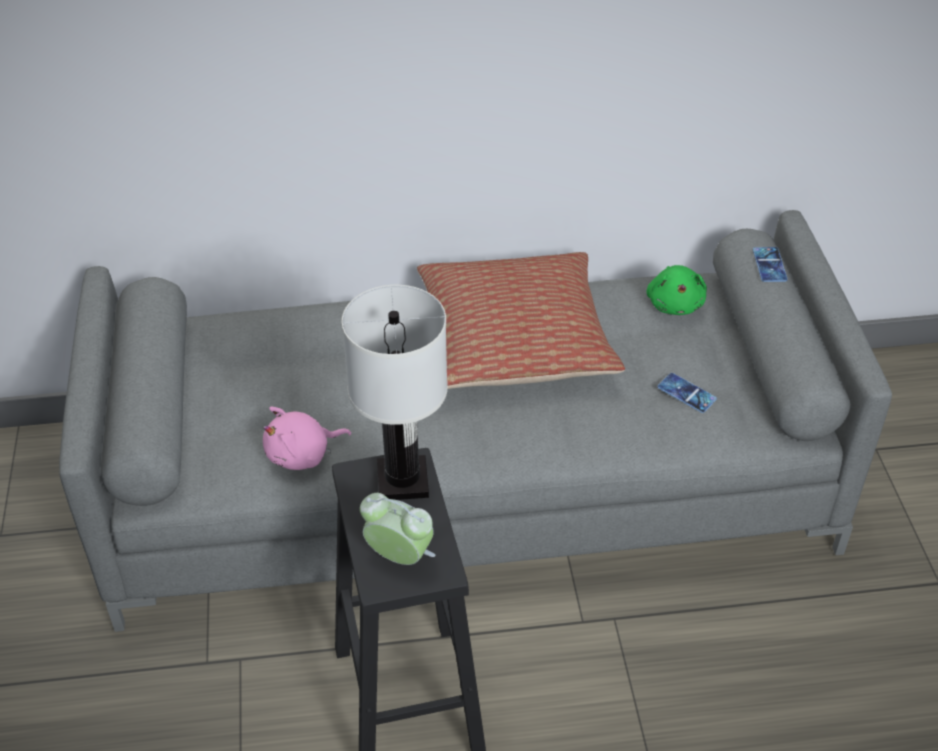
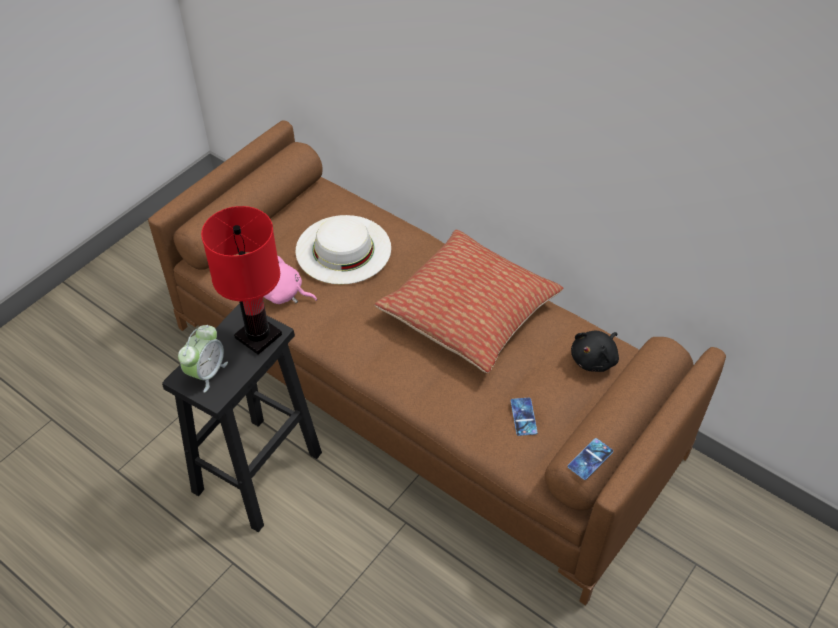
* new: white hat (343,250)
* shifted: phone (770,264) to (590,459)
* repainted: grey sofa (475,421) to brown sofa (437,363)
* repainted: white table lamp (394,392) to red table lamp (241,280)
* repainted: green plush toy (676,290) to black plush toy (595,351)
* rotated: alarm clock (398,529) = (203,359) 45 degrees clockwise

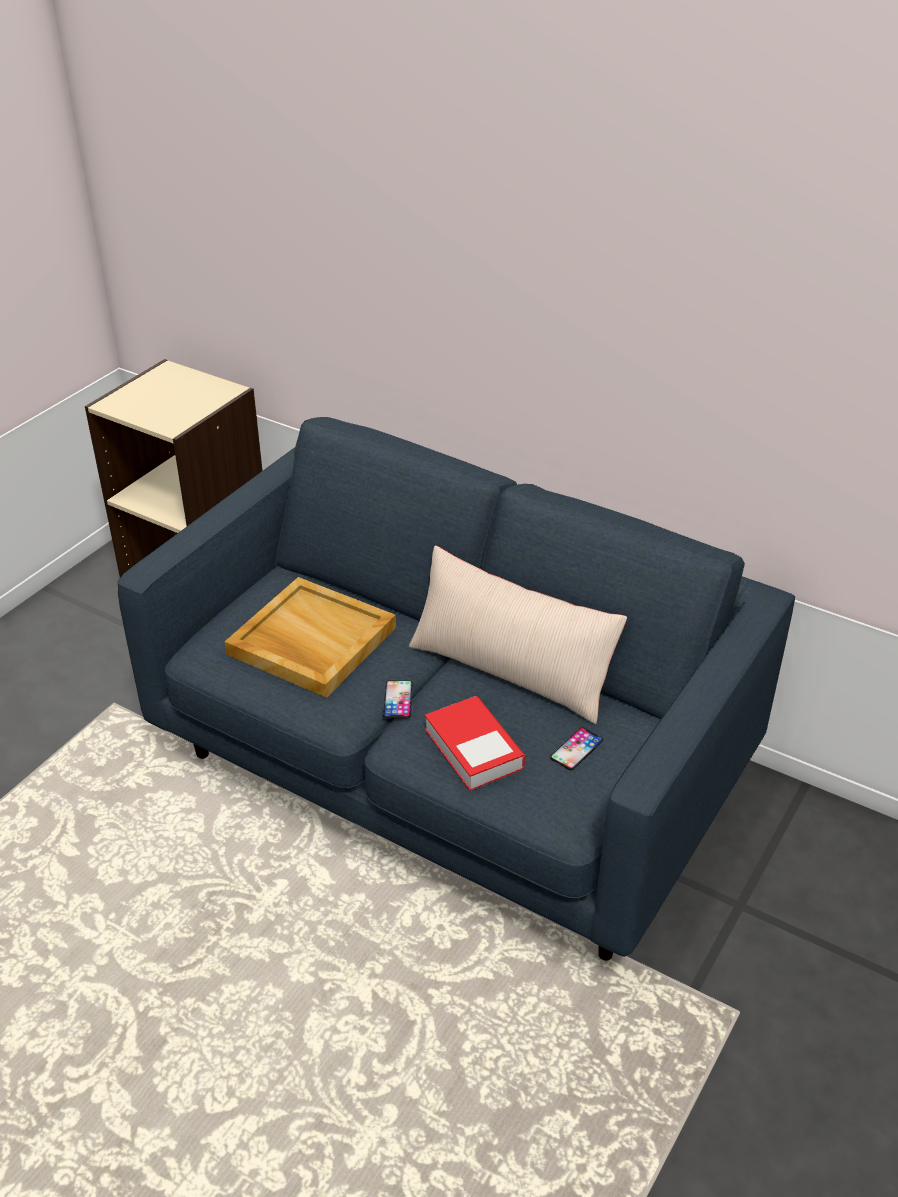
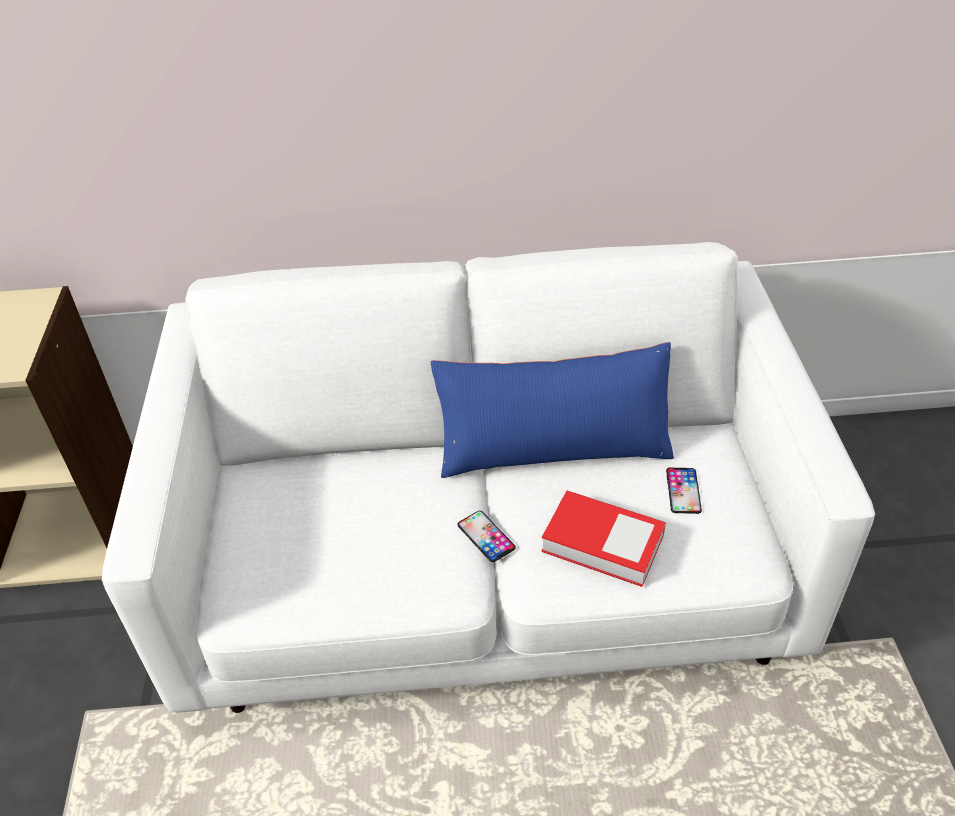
* gone: beige tray (310,637)
* repainted: blue sofa (456,689) to white sofa (488,477)
* repainted: beige pillow (518,635) to blue pillow (552,410)

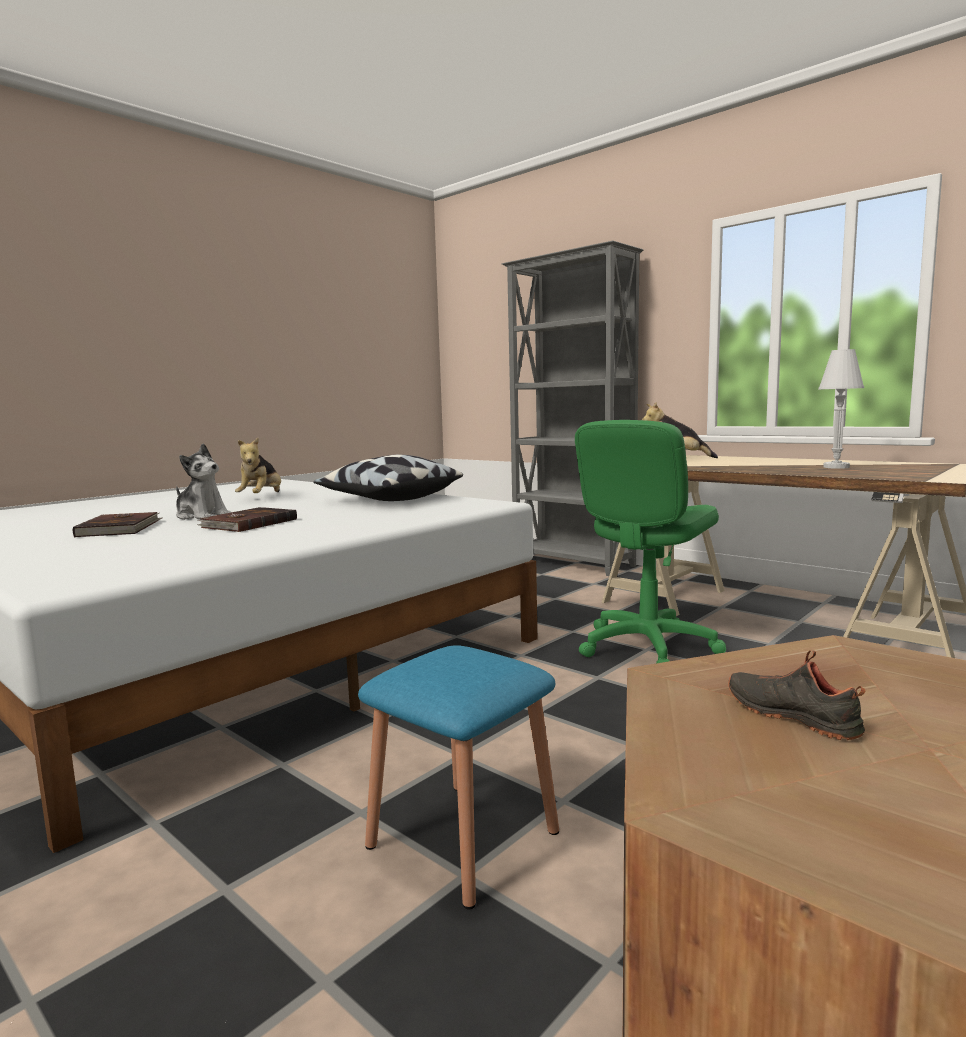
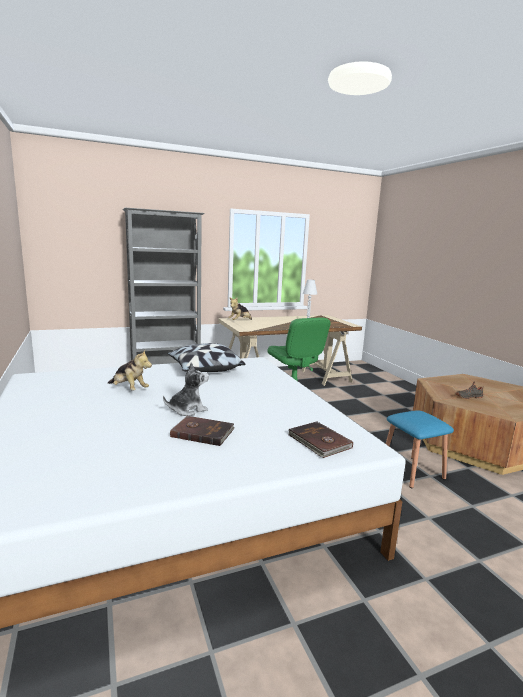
* shifted: brown book (247,519) to (320,439)

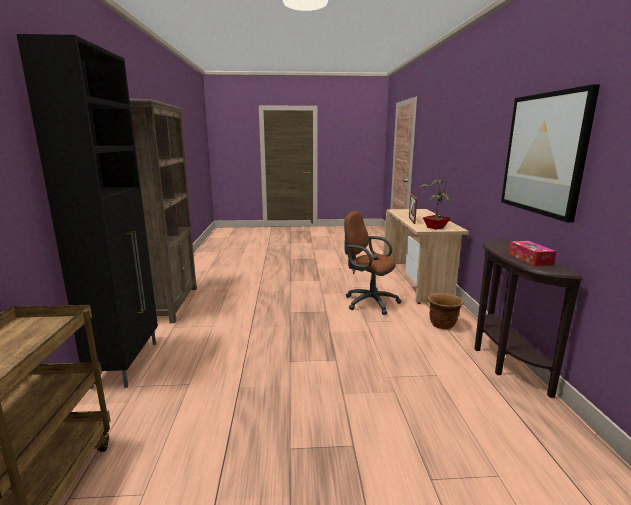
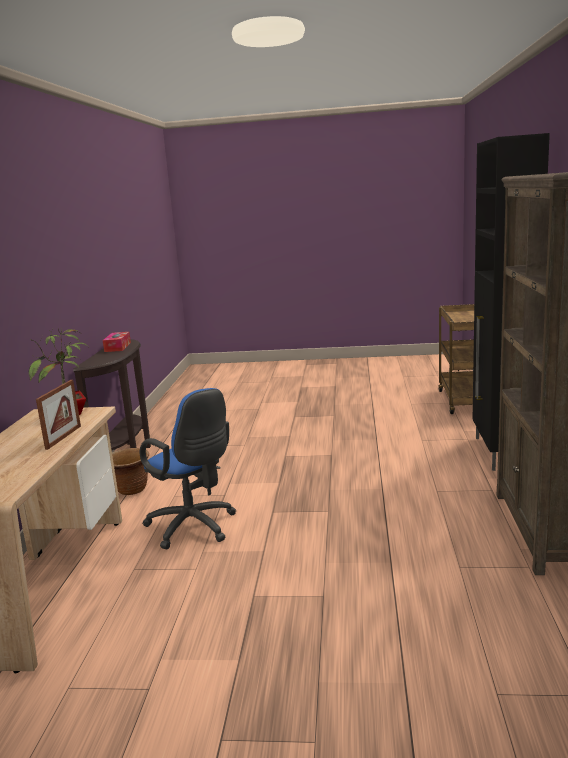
* gone: picture (550,153)
* repainted: brown office chair (373,263) to blue office chair (188,468)

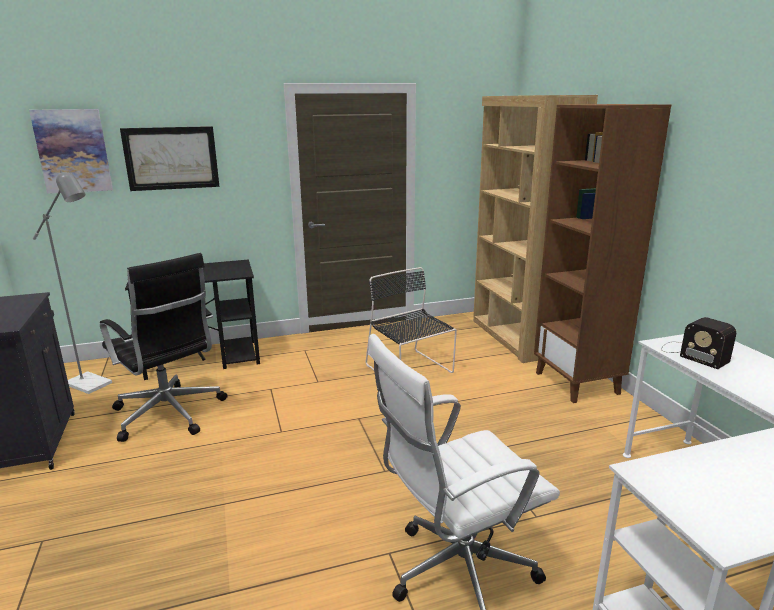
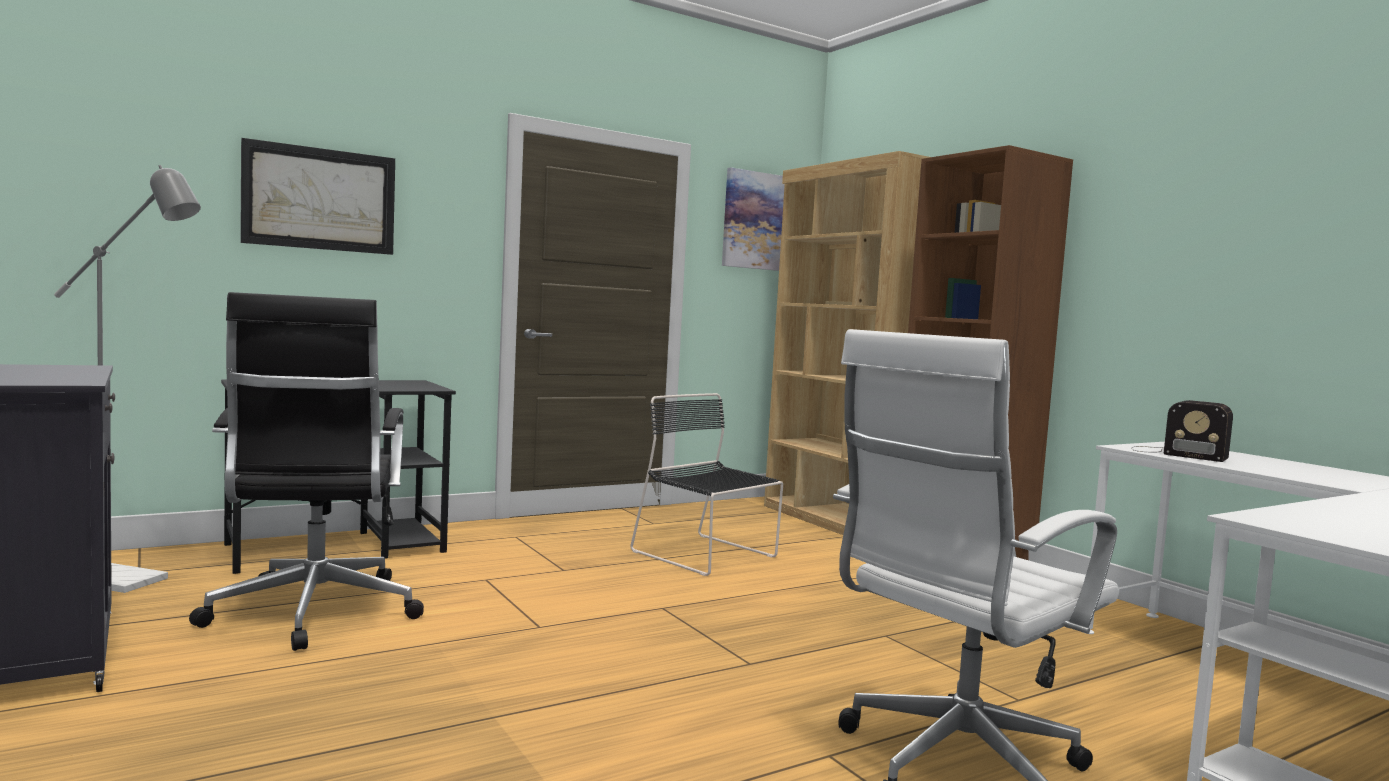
* shifted: picture (71,151) to (753,219)
* rotated: black office chair (163,347) = (306,471) 45 degrees clockwise

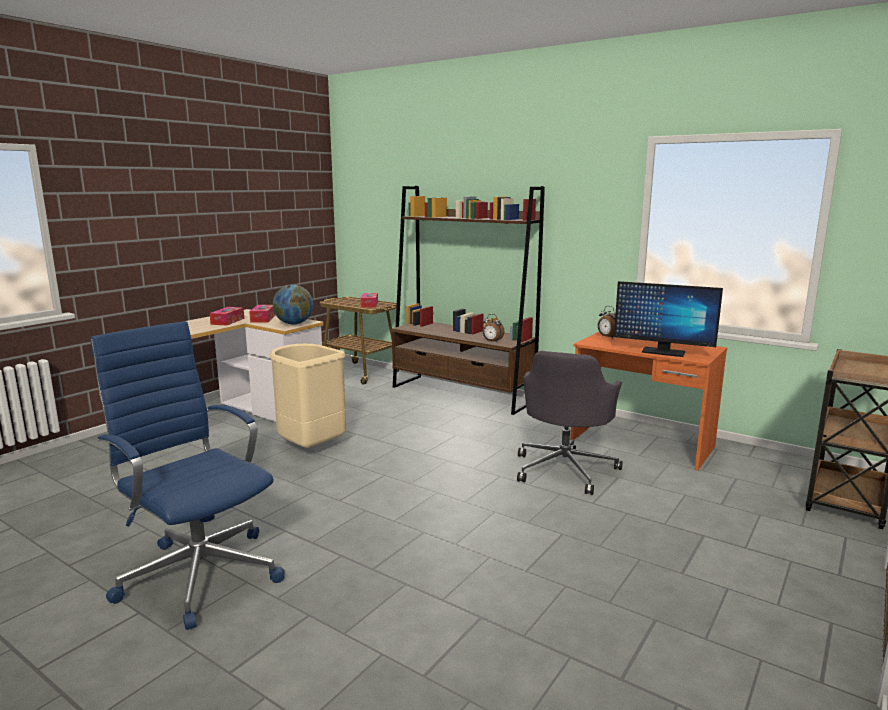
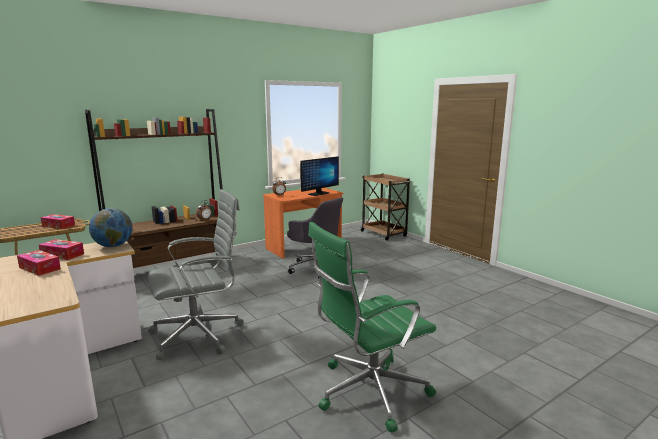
* swapped: beige trash can (307,396) to grey office chair (196,274)
* repainted: blue office chair (187,475) to green office chair (372,327)

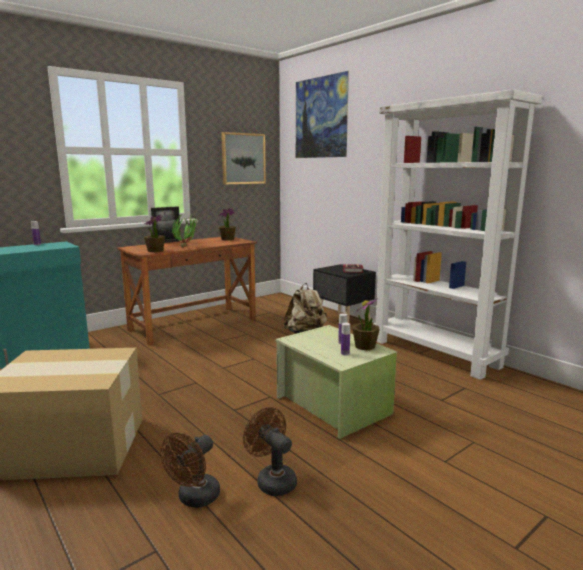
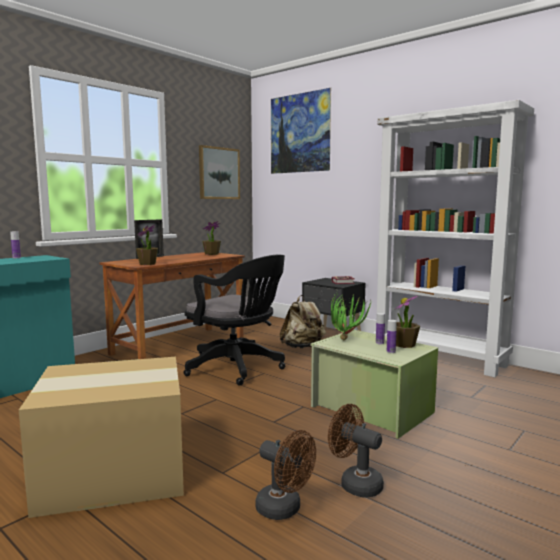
* new: black office chair (234,320)
* shifted: potted plant (184,230) to (351,317)
* rotated: brown fan (190,470) = (285,475) 75 degrees counterclockwise

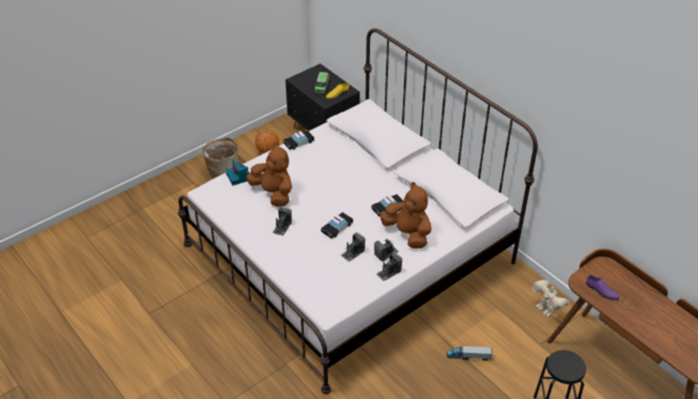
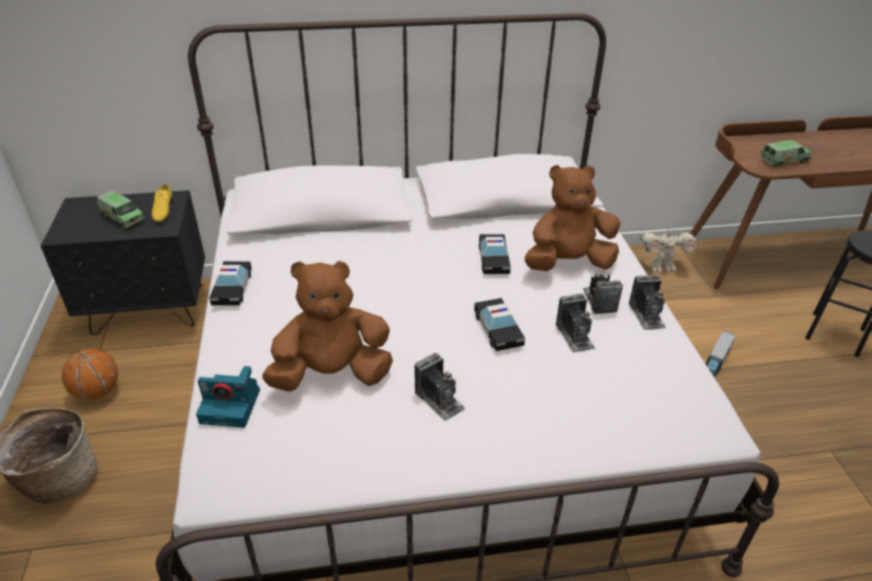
* swapped: purple shoe (603,287) to toy truck (786,153)

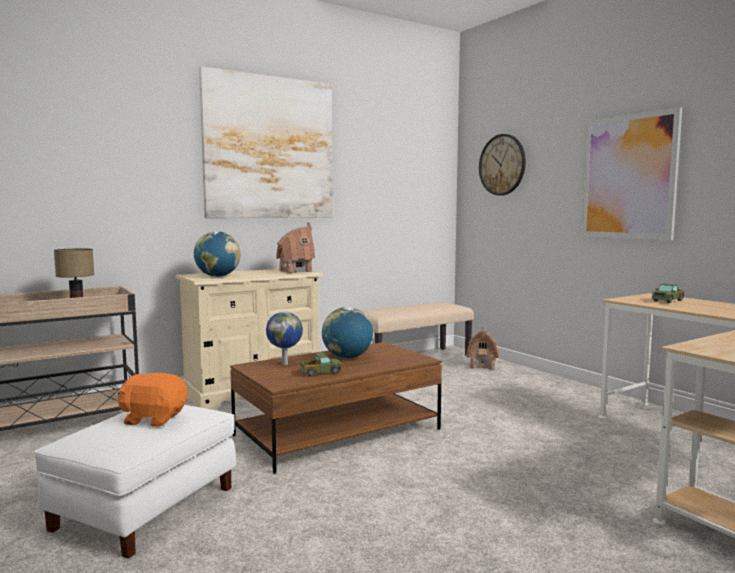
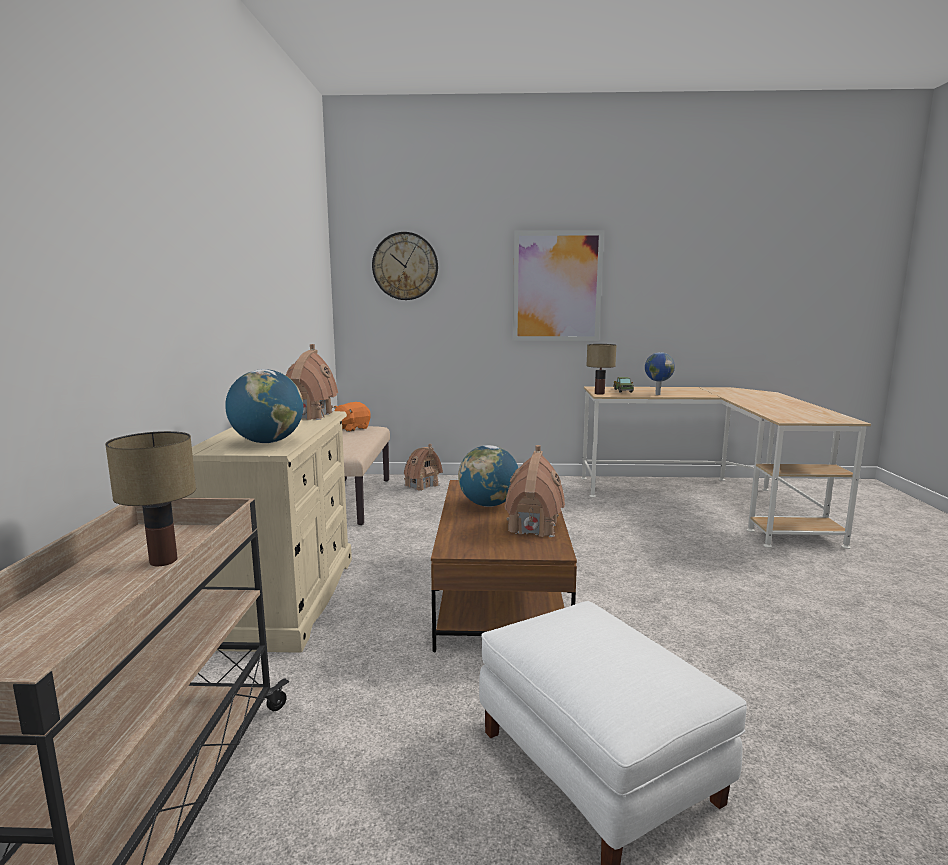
* gone: picture (266,142)
* new: table lamp (601,369)
* shifted: orange plush toy (152,400) to (352,417)
* shifted: globe (284,338) to (660,373)
* swapped: toy truck (320,364) to toy house (535,491)

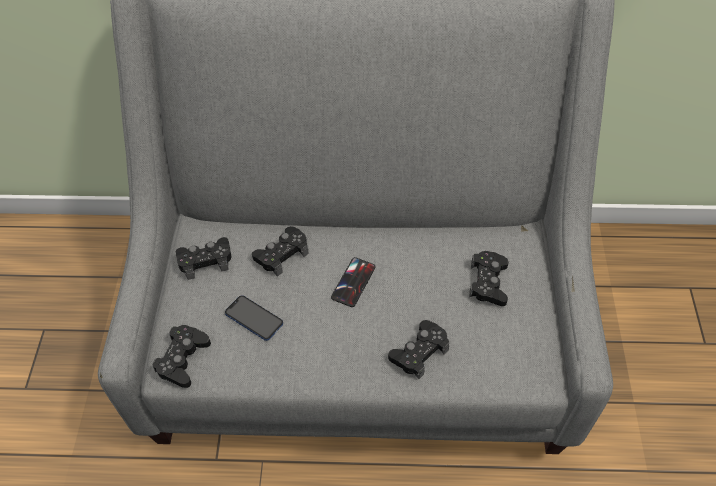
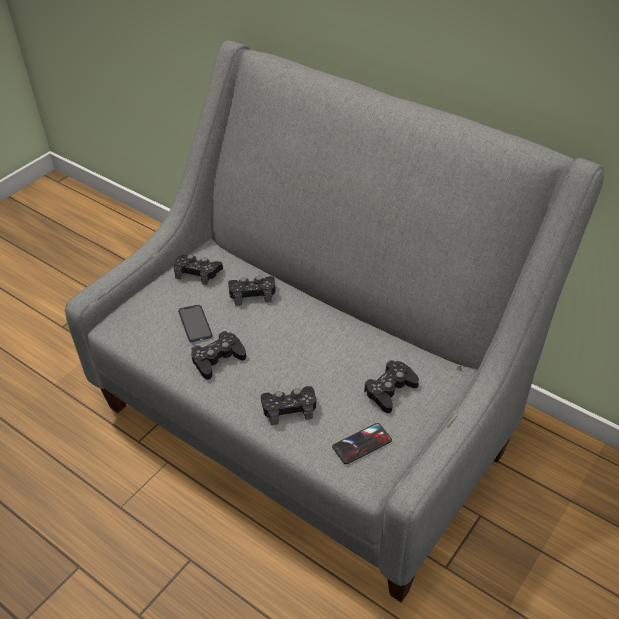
* shifted: black game controller (181,356) to (218,355)
* shifted: phone (353,282) to (362,443)

